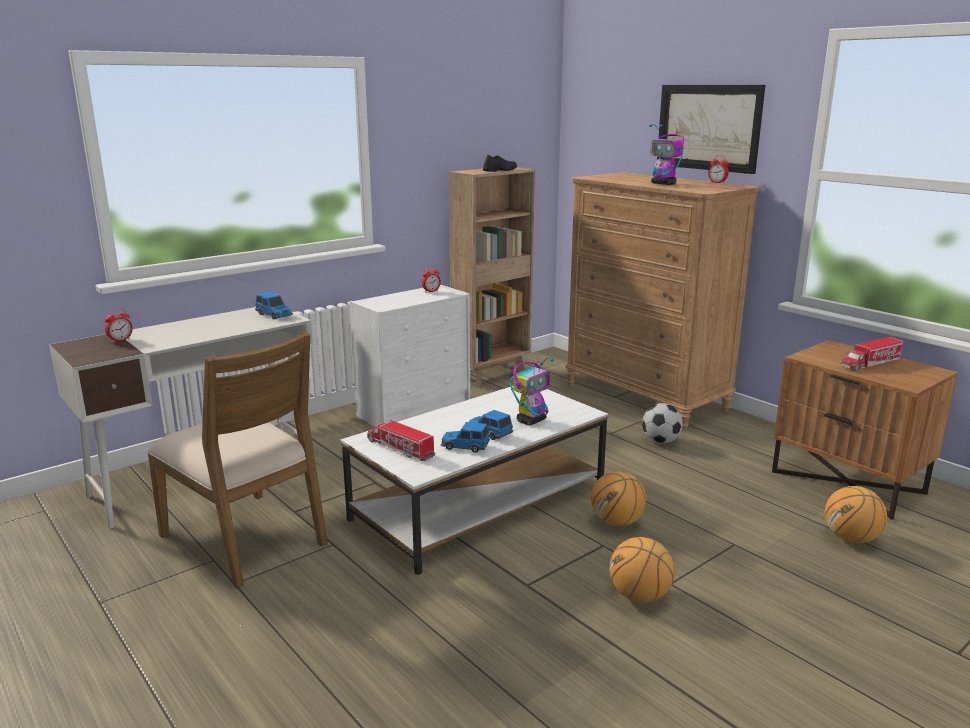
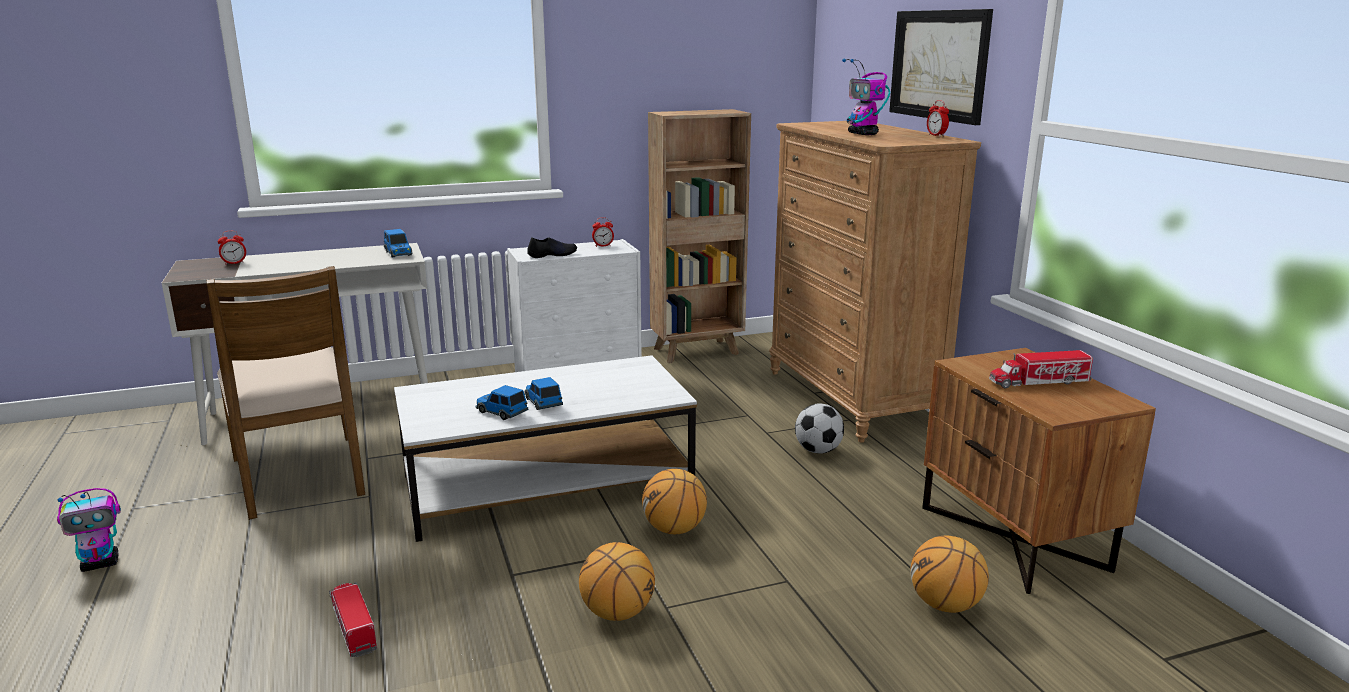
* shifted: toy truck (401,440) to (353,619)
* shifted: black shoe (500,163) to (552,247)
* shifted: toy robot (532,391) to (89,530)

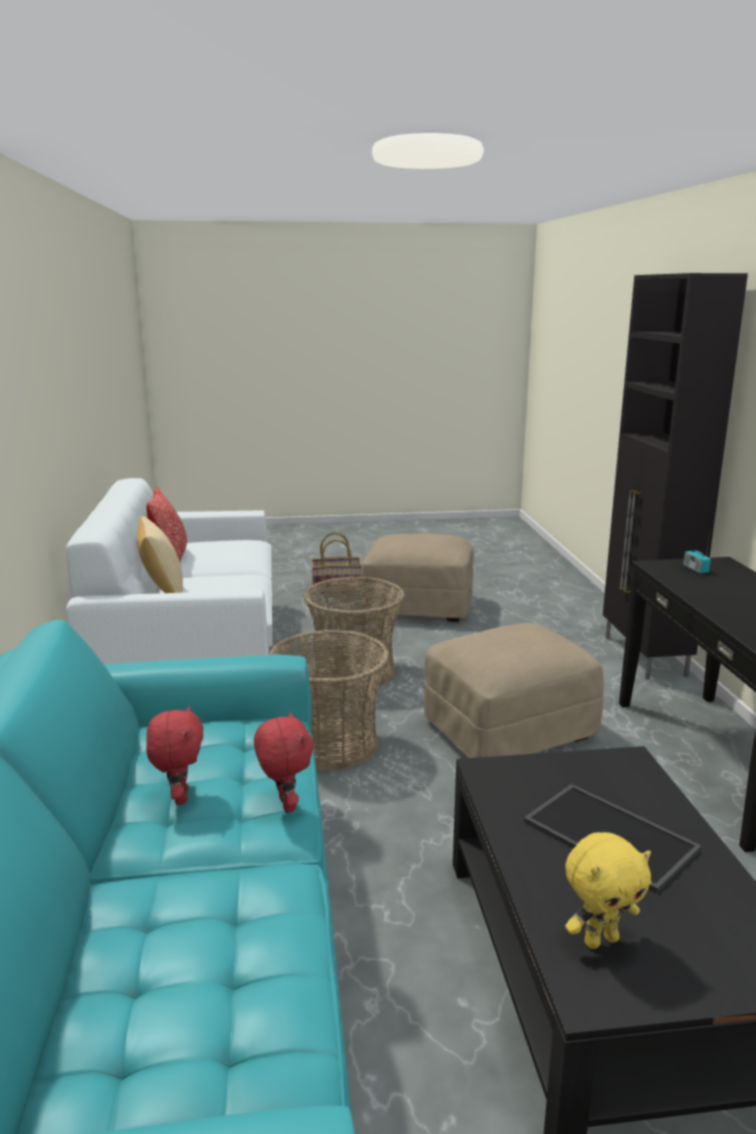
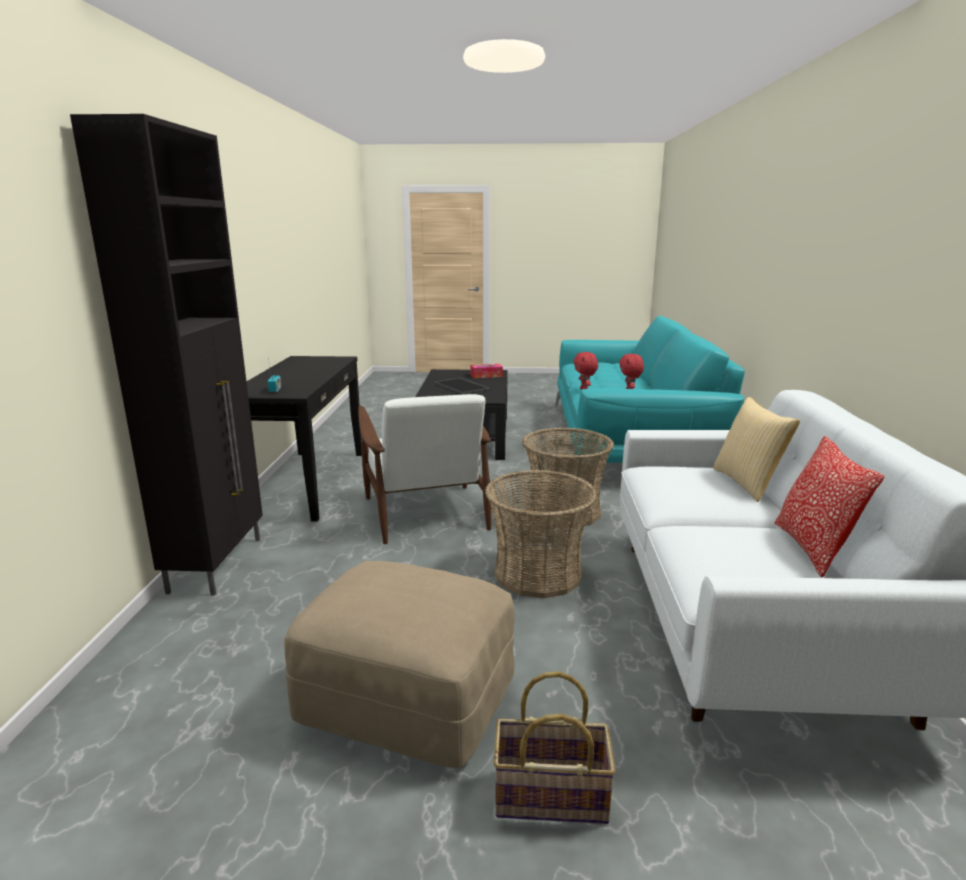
* swapped: beige ottoman (514,690) to white armchair (424,469)
* swapped: yellow plush toy (608,890) to tissue box (487,371)

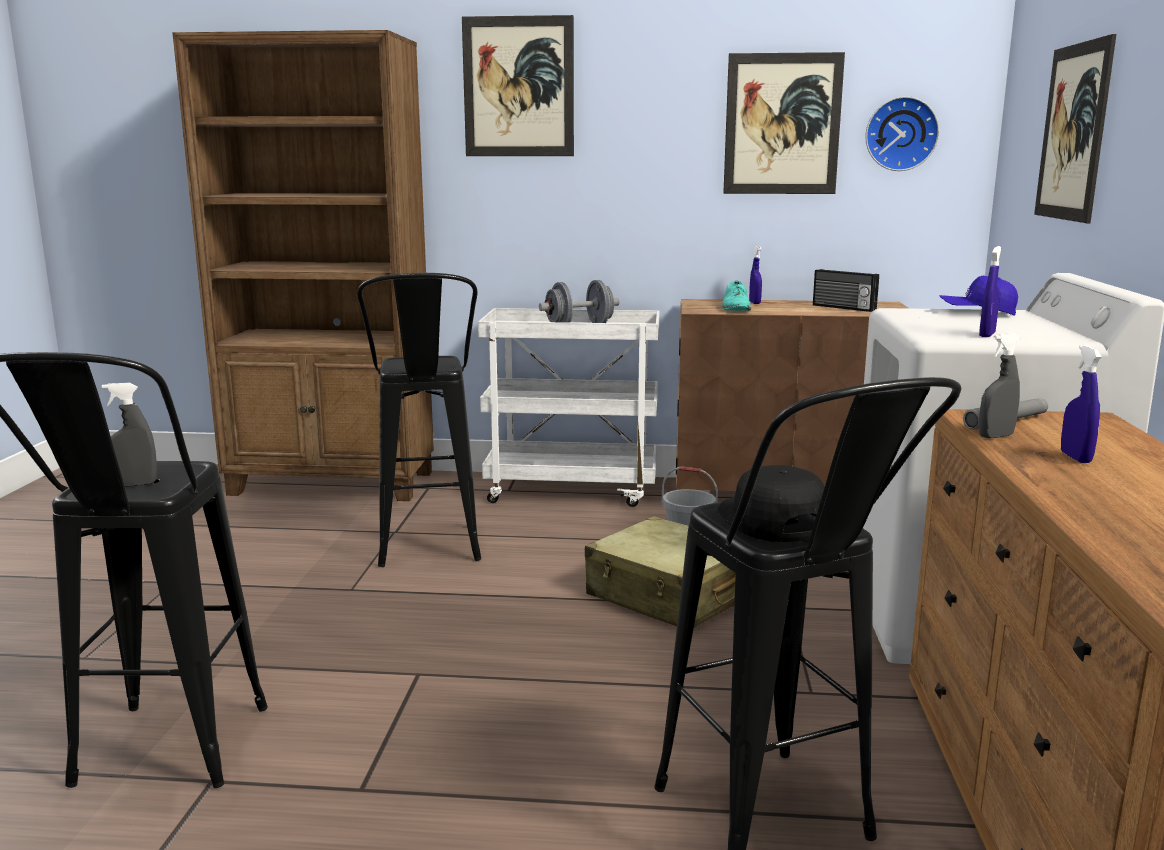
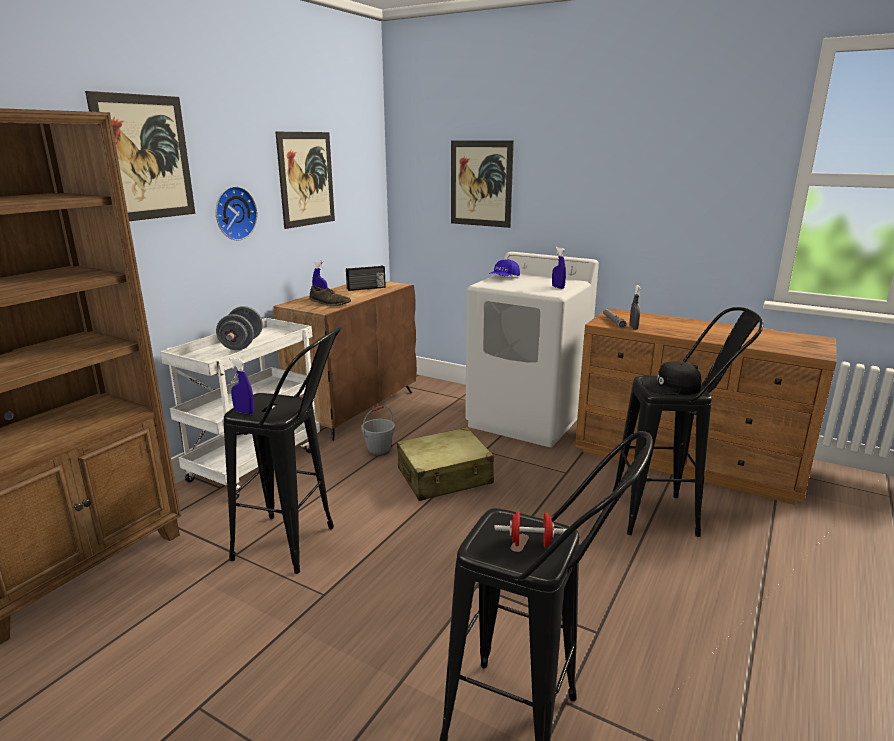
* shifted: wall clock (902,133) to (236,213)
* shifted: blue spray bottle (1081,404) to (242,386)
* swapped: grey spray bottle (129,435) to red dumbbell (530,529)
* repainted: turquoise shoe (736,295) to brown shoe (330,295)

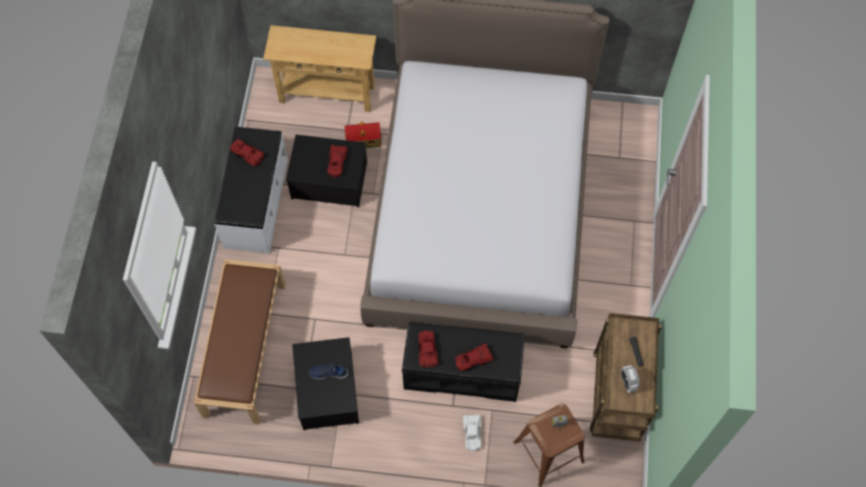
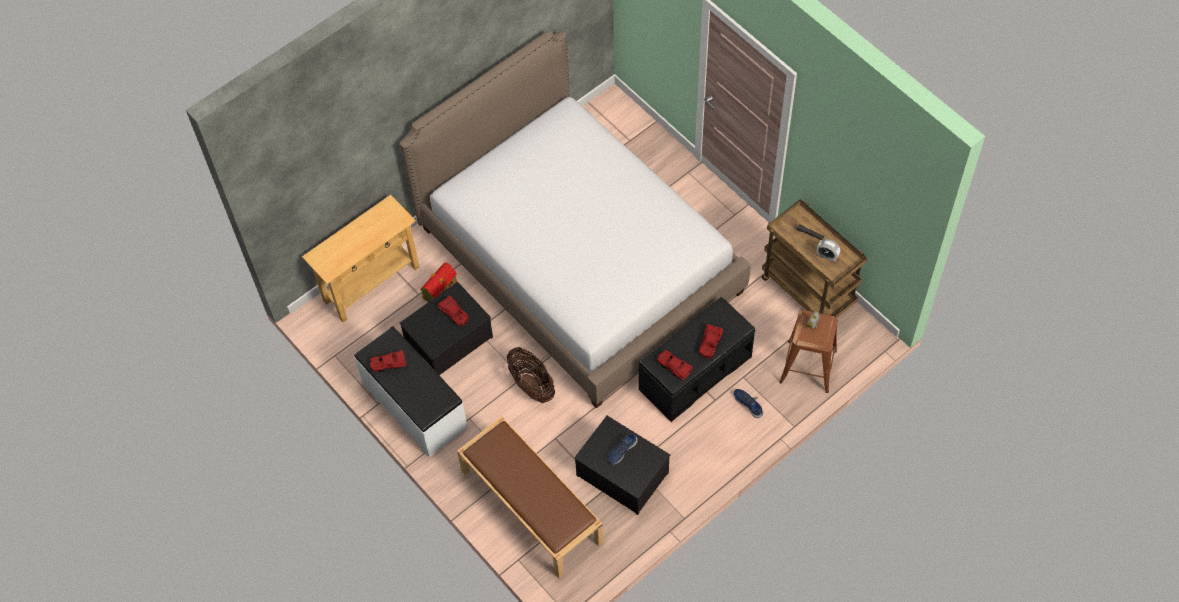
* new: basket (531,375)
* swapped: white toy car (472,433) to blue shoe (748,403)

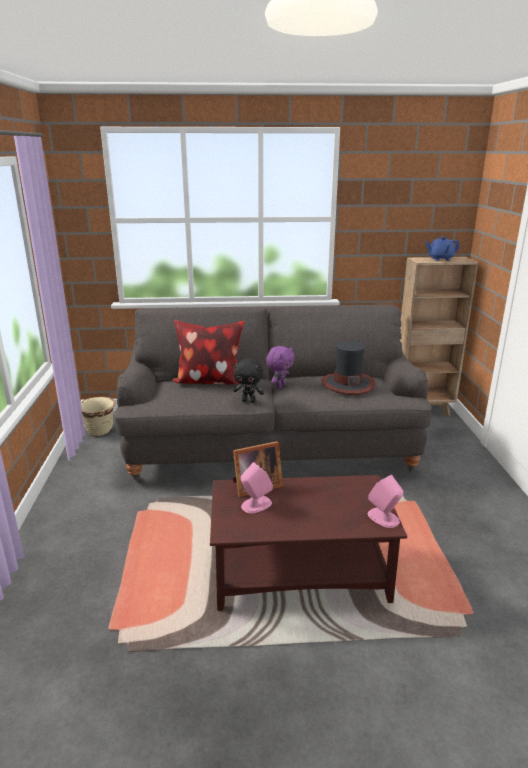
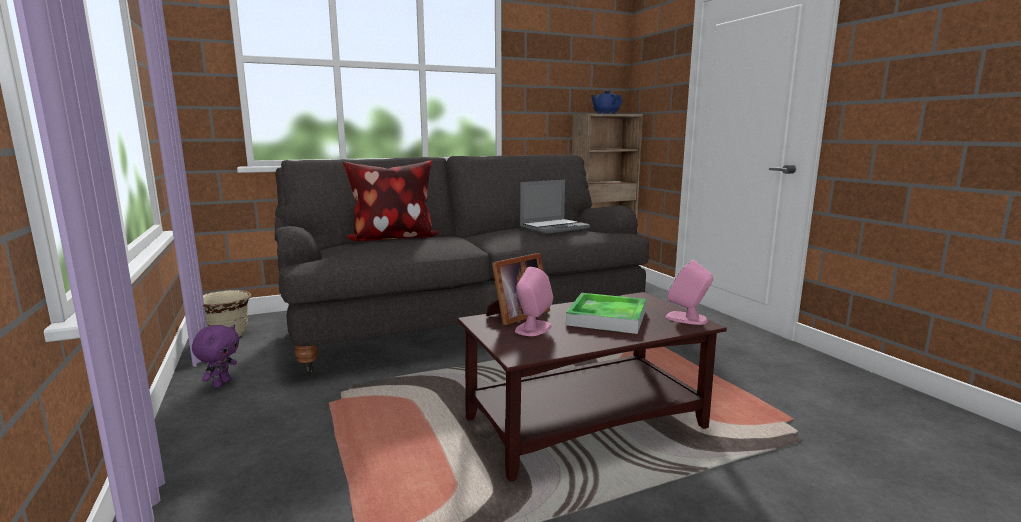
* gone: black plush toy (248,380)
* new: tray (606,313)
* shifted: purple plush toy (280,367) to (216,356)
* swapped: hat (348,368) to laptop (555,207)

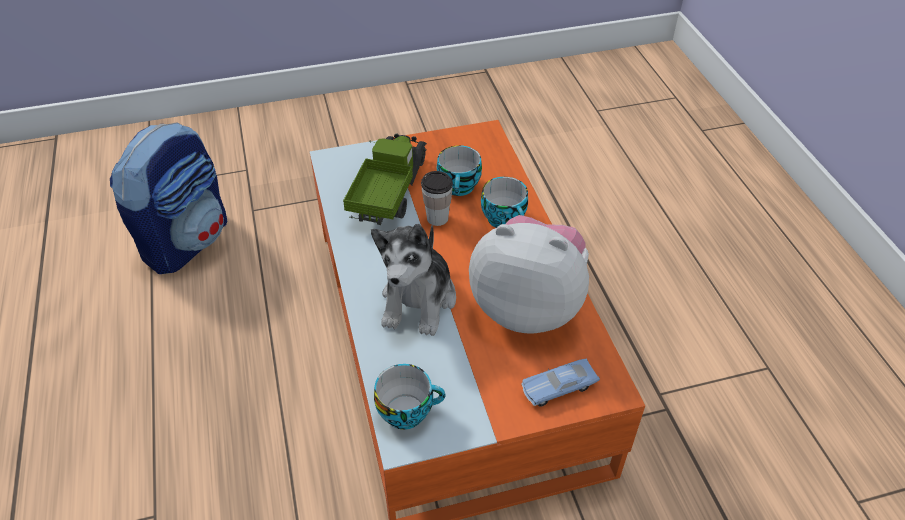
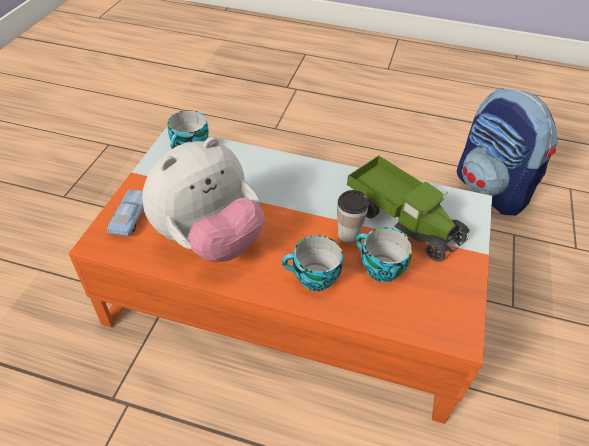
* gone: plush toy (413,280)

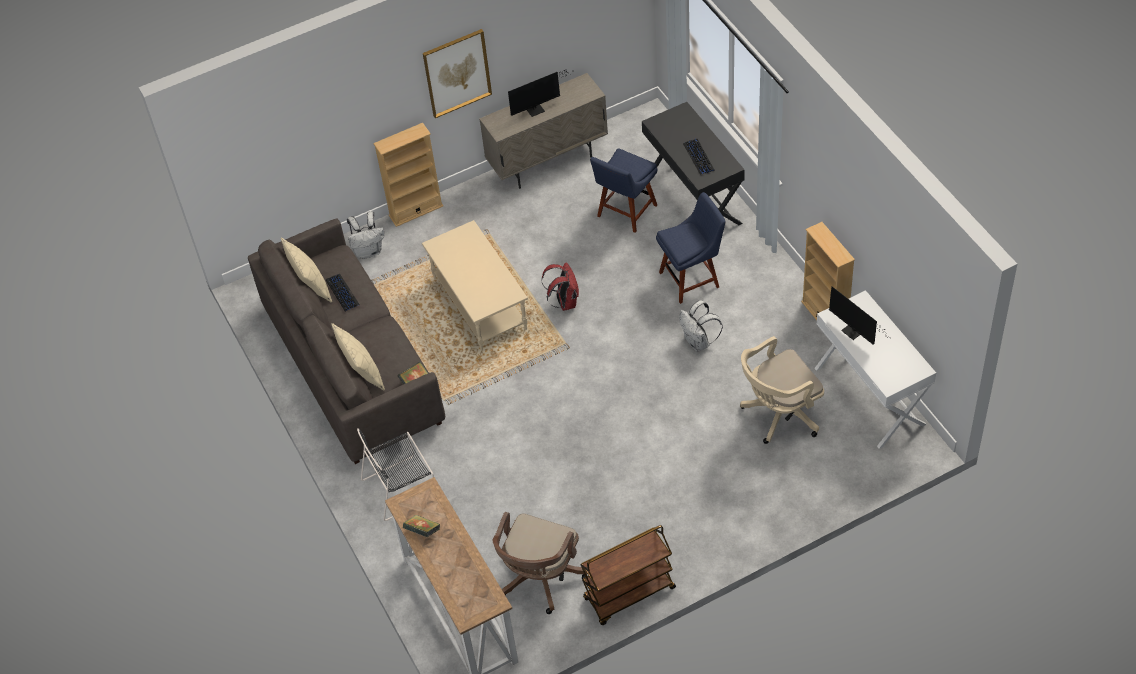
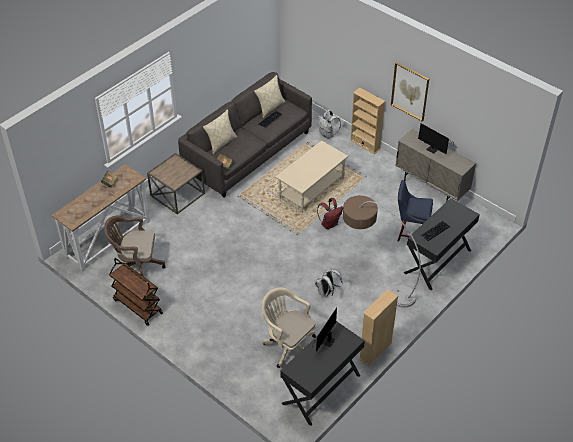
* swapped: black chair (395,474) to brown side table (176,183)
* swapped: blue chair (691,248) to floor lamp (382,251)
* repainted: white desk (875,369) to black desk (322,373)

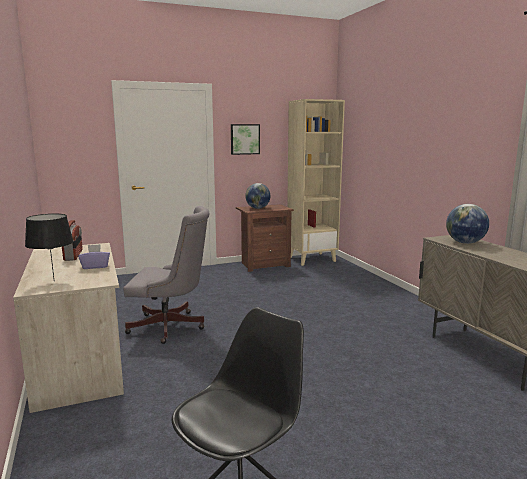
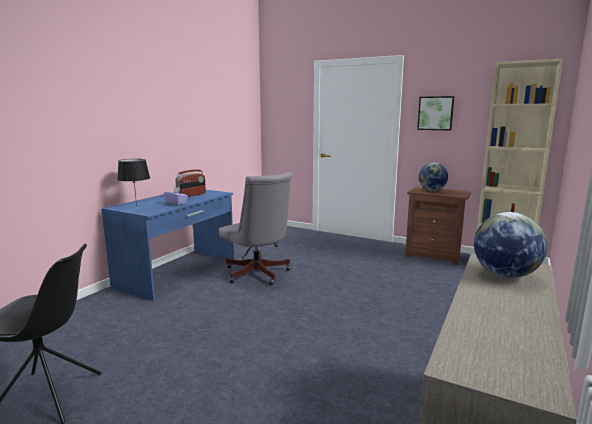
* repainted: beige desk (68,328) to blue desk (167,245)

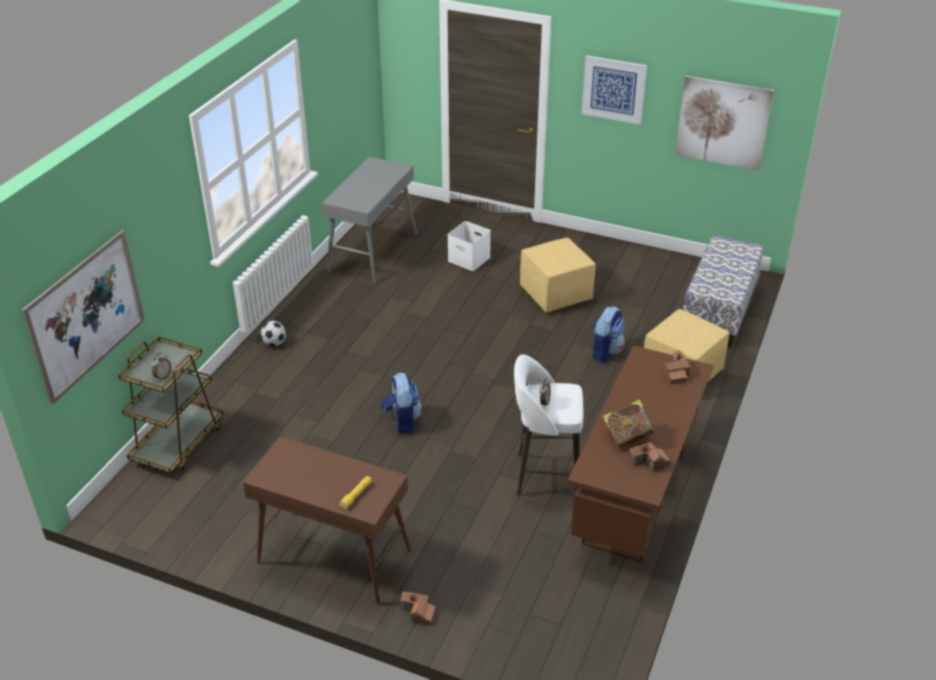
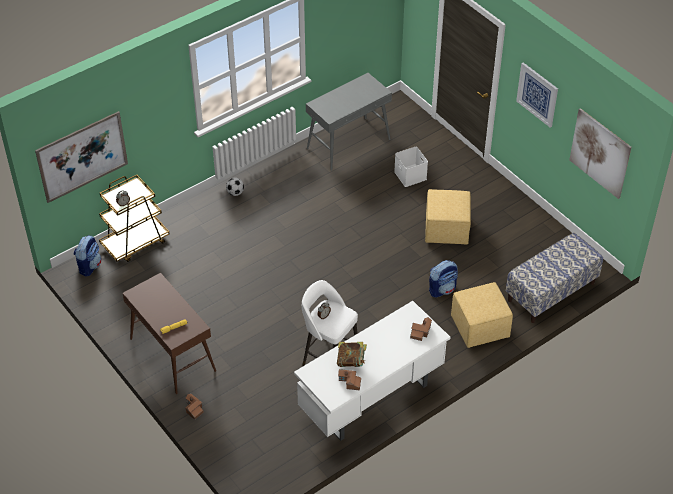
* shifted: backpack (401,403) to (88,255)
* repainted: brown desk (640,454) to white desk (372,371)

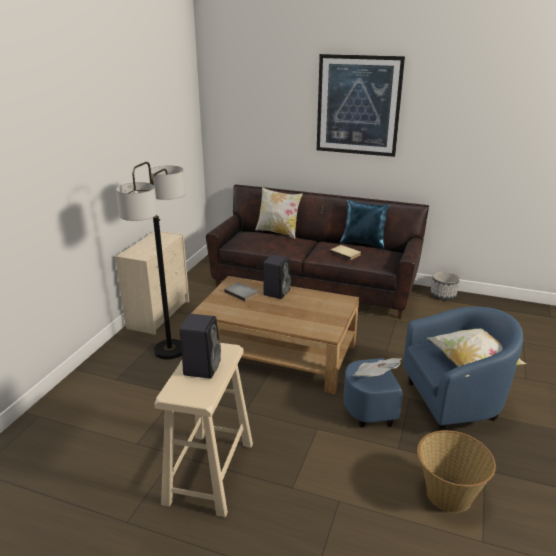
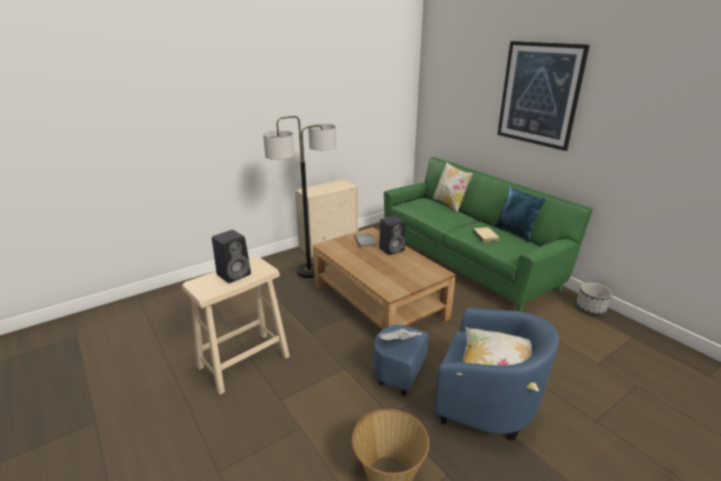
* repainted: brown sofa (317,251) to green sofa (488,234)

